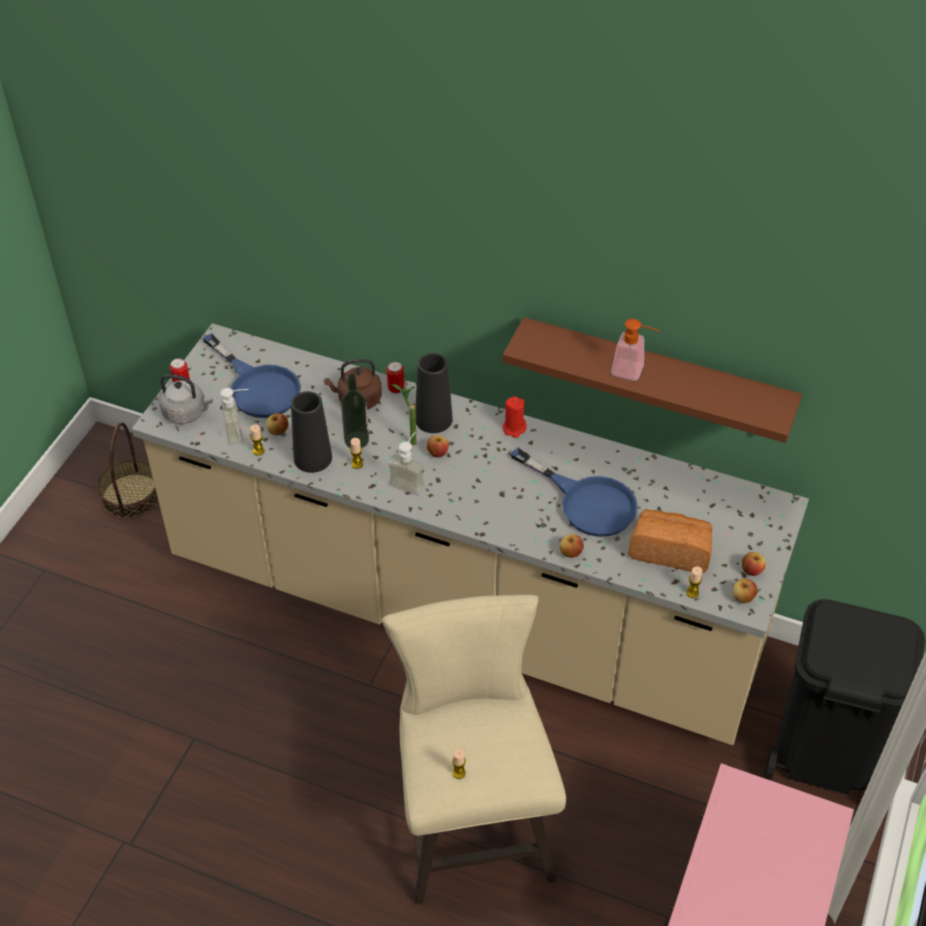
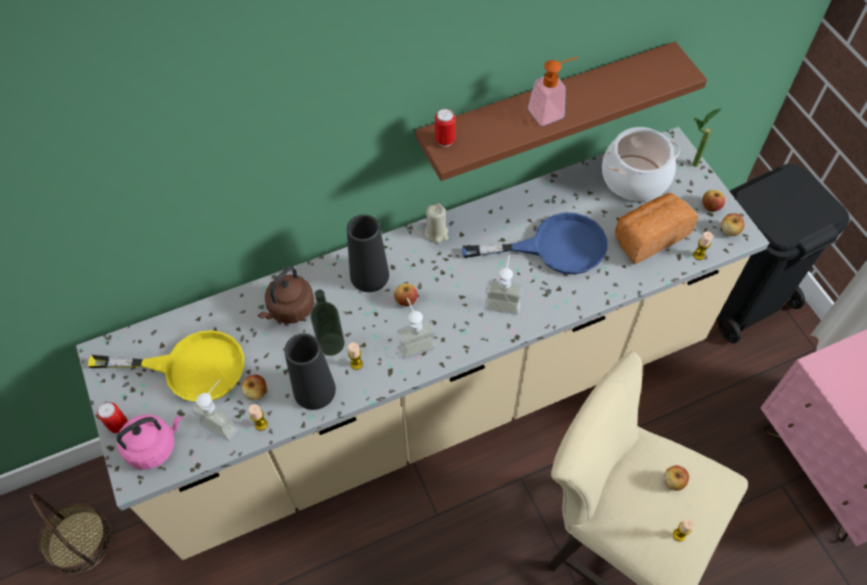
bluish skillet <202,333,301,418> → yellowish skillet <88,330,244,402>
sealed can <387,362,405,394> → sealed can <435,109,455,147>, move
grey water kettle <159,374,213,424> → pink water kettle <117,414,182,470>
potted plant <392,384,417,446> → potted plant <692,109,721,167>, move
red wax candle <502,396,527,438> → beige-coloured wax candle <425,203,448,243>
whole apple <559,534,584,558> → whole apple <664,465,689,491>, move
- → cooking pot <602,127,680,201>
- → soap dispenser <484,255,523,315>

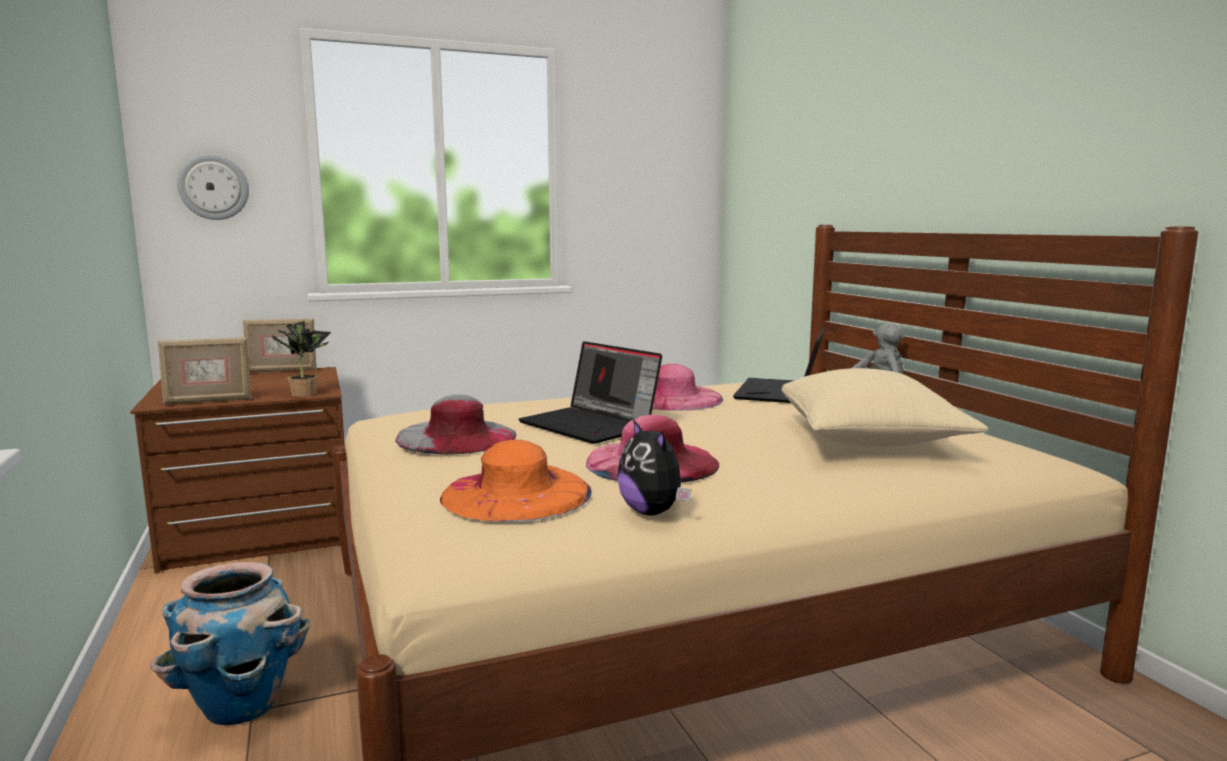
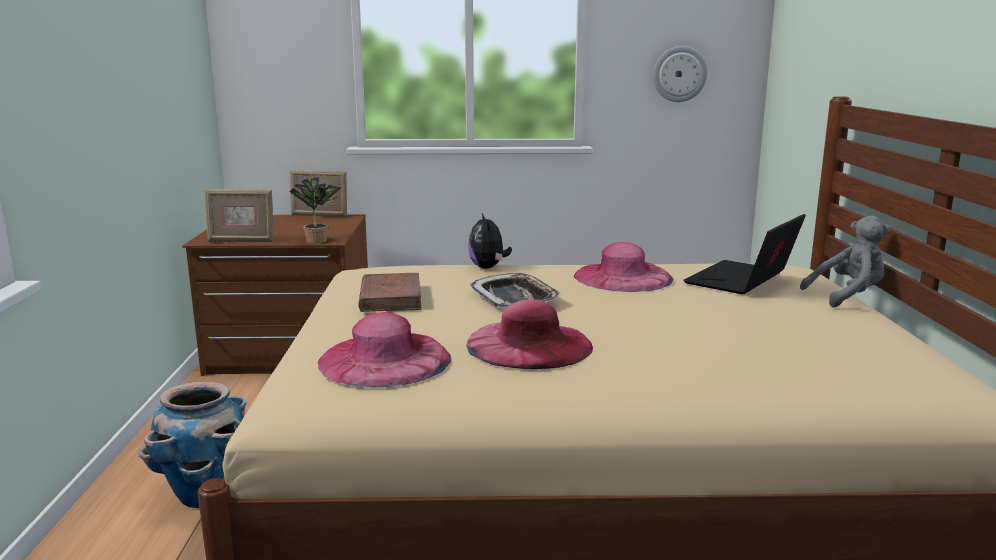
clock on the wall <177,154,249,220> → clock on the wall <653,46,708,102>, move
notebook computer <518,341,662,444> → carrying tray <470,273,561,309>
beige-coloured pillow <782,368,988,447> → -
grey clothing hat <395,394,517,455> → brown volume <358,273,421,312>
soft toy <617,419,691,515> → soft toy <468,213,512,269>, move
orange clothing hat <440,440,592,522> → pink clothing hat <318,312,451,387>

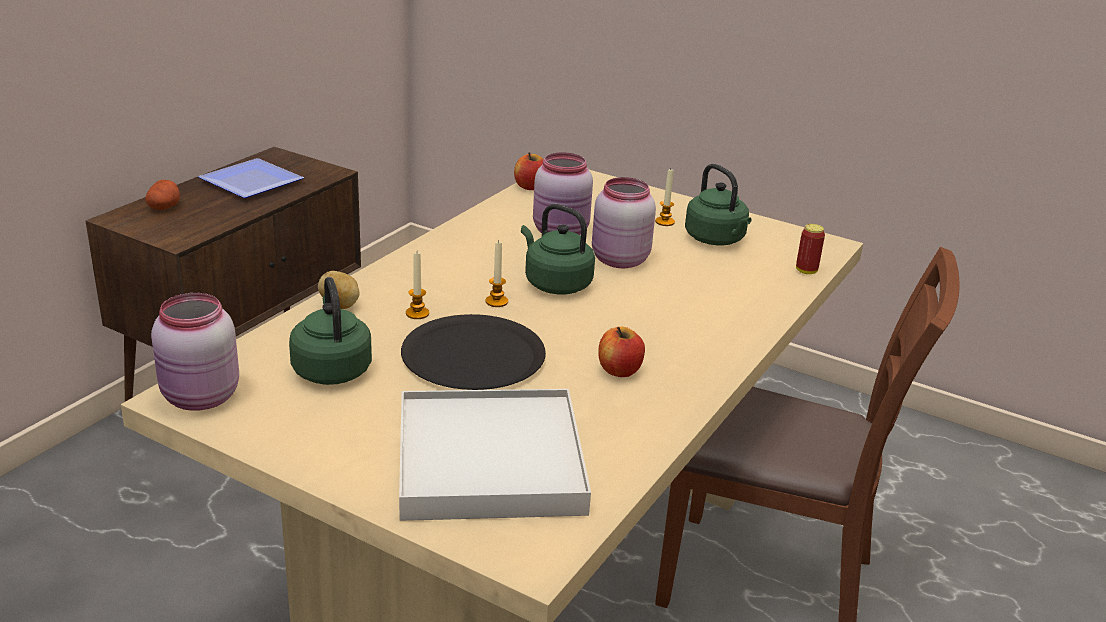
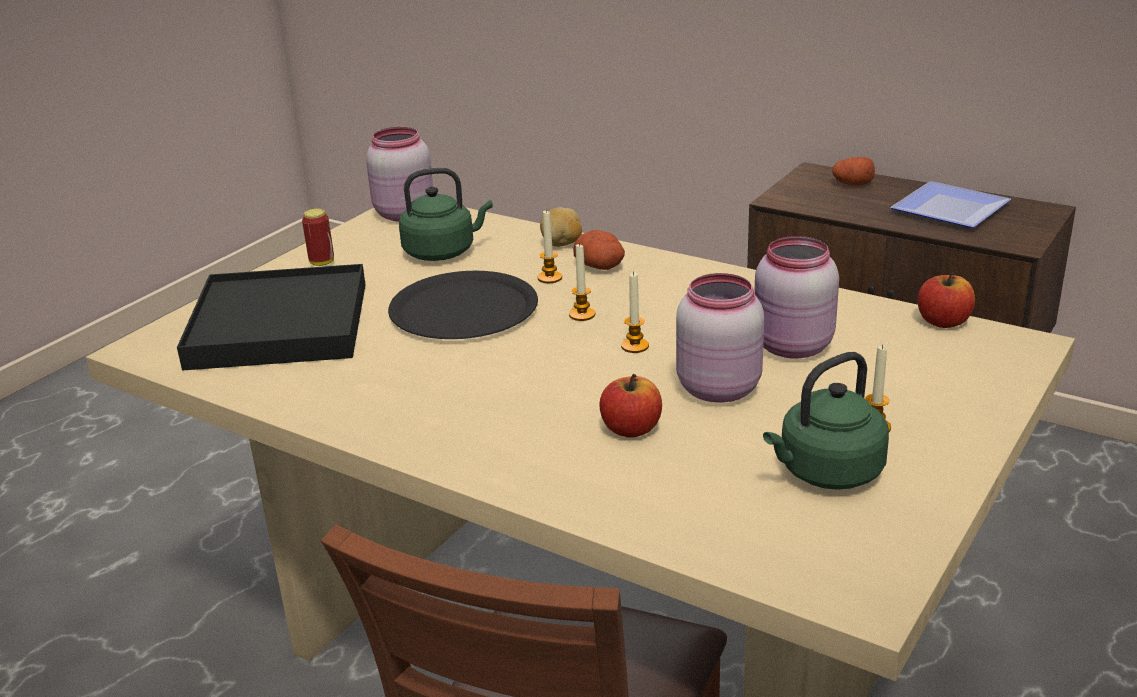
green-coloured water kettle <521,204,595,294> → wax candle <621,271,649,353>
sealed can <796,224,825,274> → sealed can <302,209,334,266>, move
whole apple <598,327,645,377> → whole apple <599,374,662,438>, move
whitish carrying tray <399,389,591,521> → black carrying tray <177,264,366,370>
- → spud <573,230,625,270>

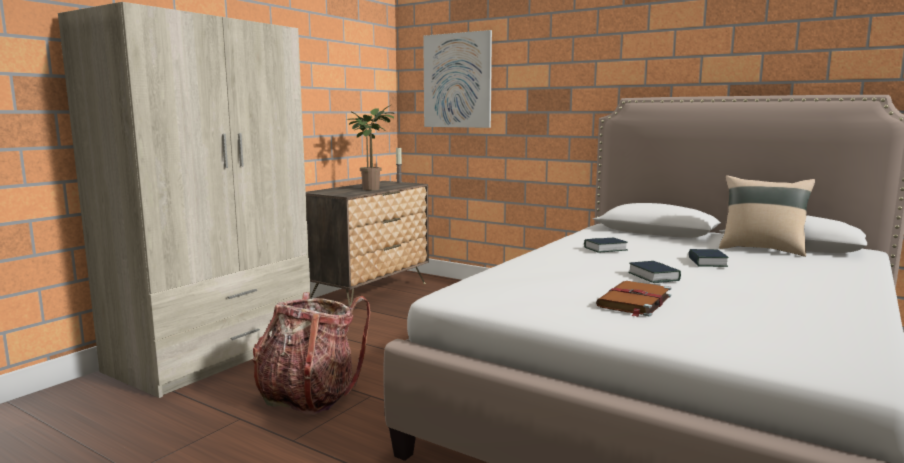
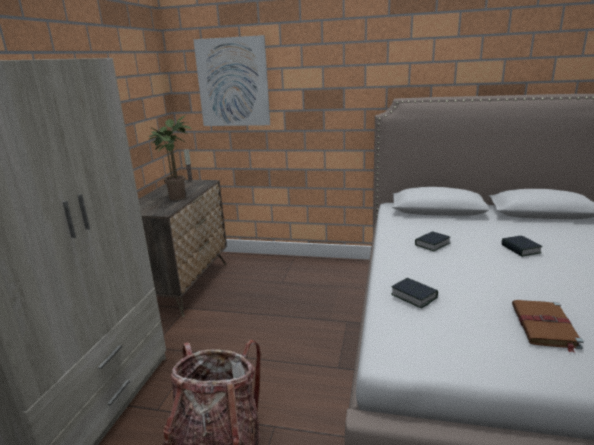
beige-coloured pillow <719,175,815,257> → -
volume <628,261,681,283> → volume <391,278,438,308>, move

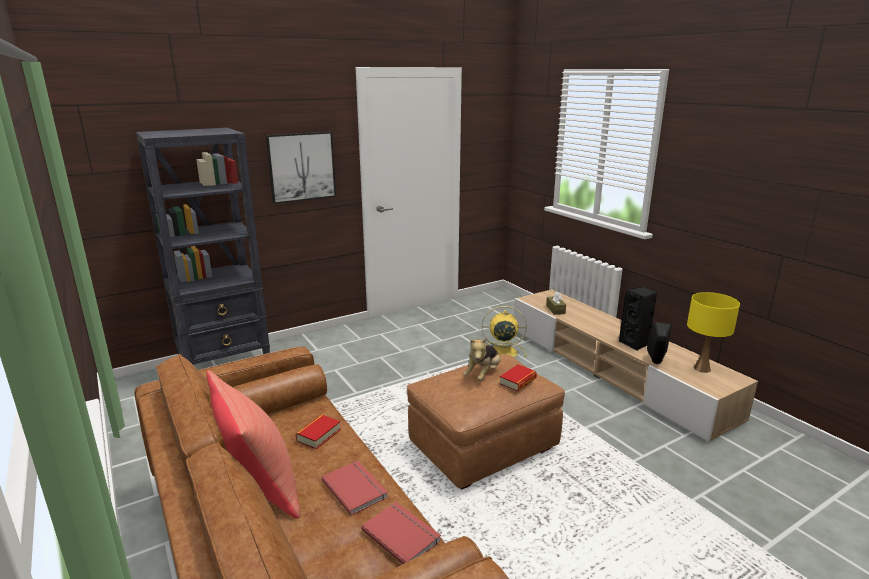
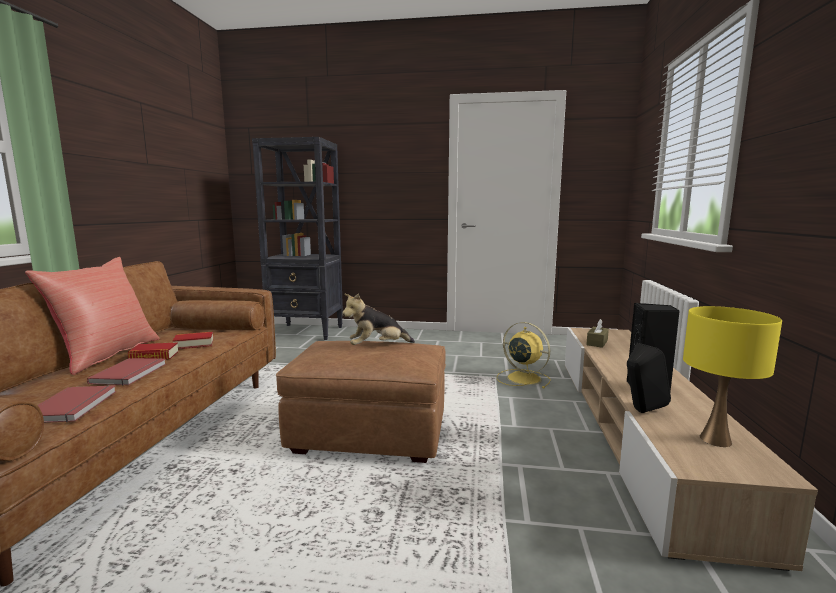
wall picture <266,132,336,204> → -
volume <499,365,537,391> → volume <127,342,179,360>, move

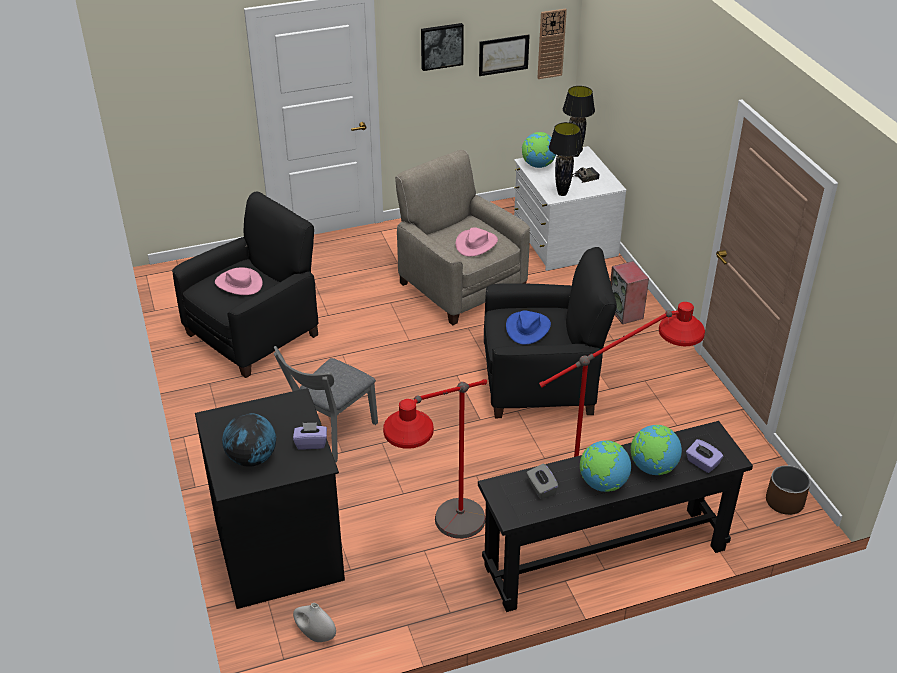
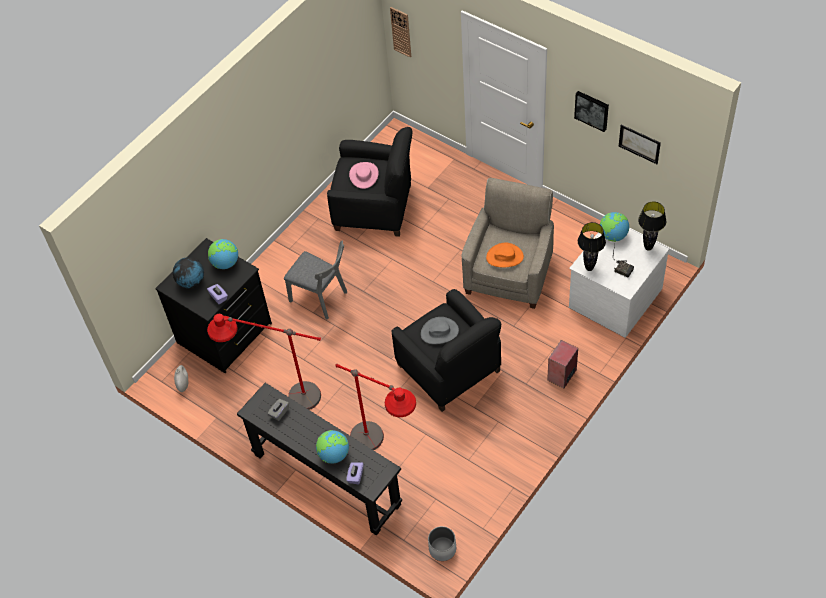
clock on the wall <537,9,567,79> → clock on the wall <390,7,411,58>, move
pink clothing hat <455,227,498,256> → orange clothing hat <486,243,524,267>
bluish clothing hat <506,310,551,345> → grey clothing hat <421,317,459,344>
grey plain chair <274,346,378,462> → grey plain chair <284,241,347,320>, 150 degrees counterclockwise
world globe <580,440,631,492> → world globe <208,239,238,269>, move
brown planter <766,465,811,515> → whitish planter <428,526,456,561>

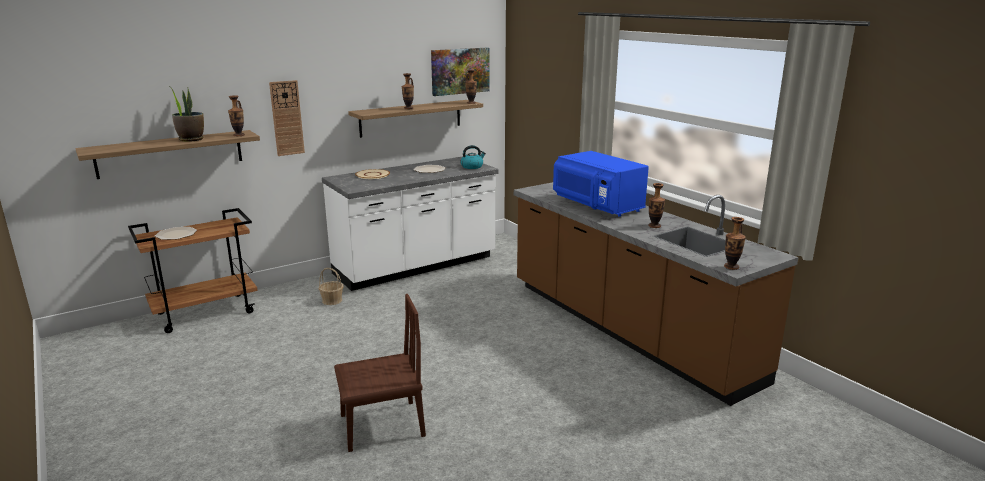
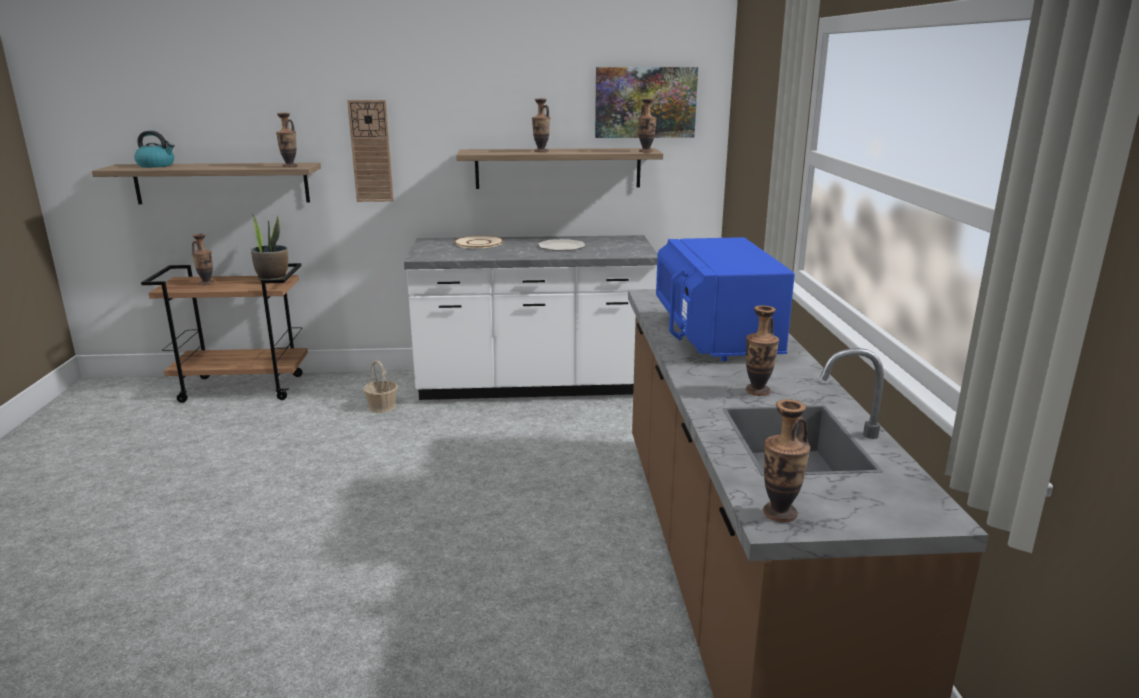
potted plant <168,85,204,142> → potted plant <251,214,288,281>, move
water kettle <460,145,486,169> → water kettle <134,131,175,168>, move
flat dish <155,227,197,240> → flower vase <192,234,214,285>
brown plain chair <334,294,426,452> → -

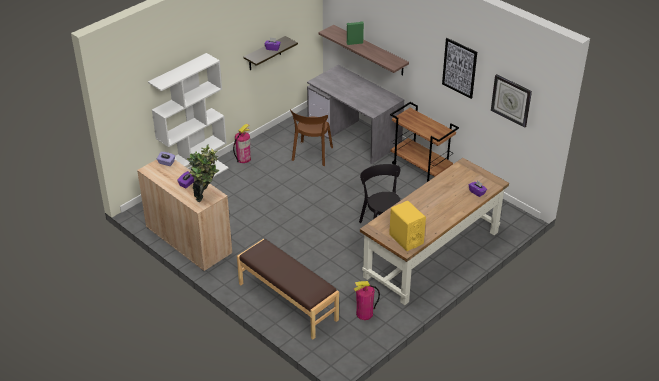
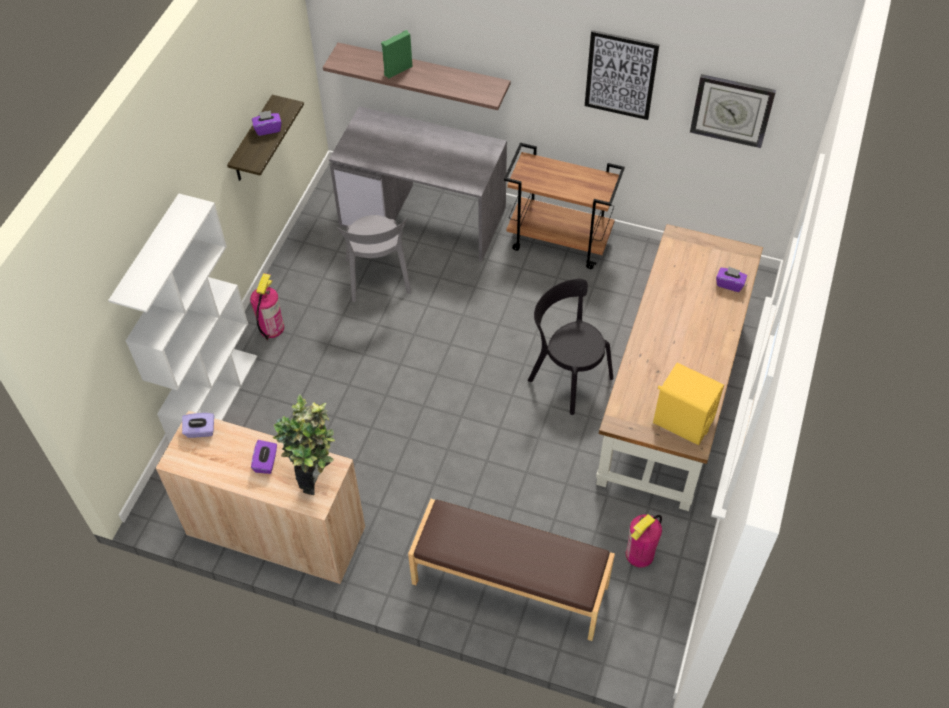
brown plain chair <290,109,333,166> → grey plain chair <337,215,411,302>

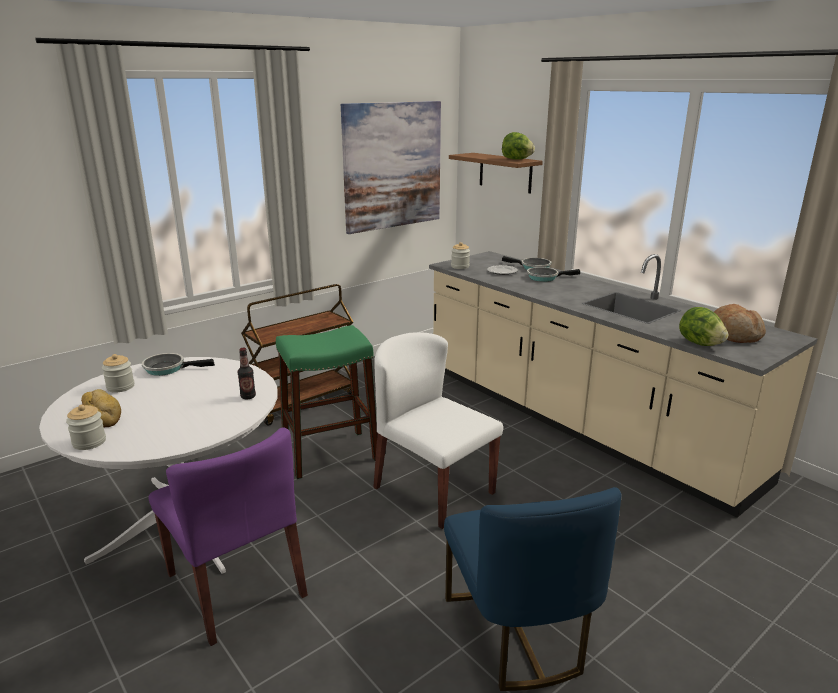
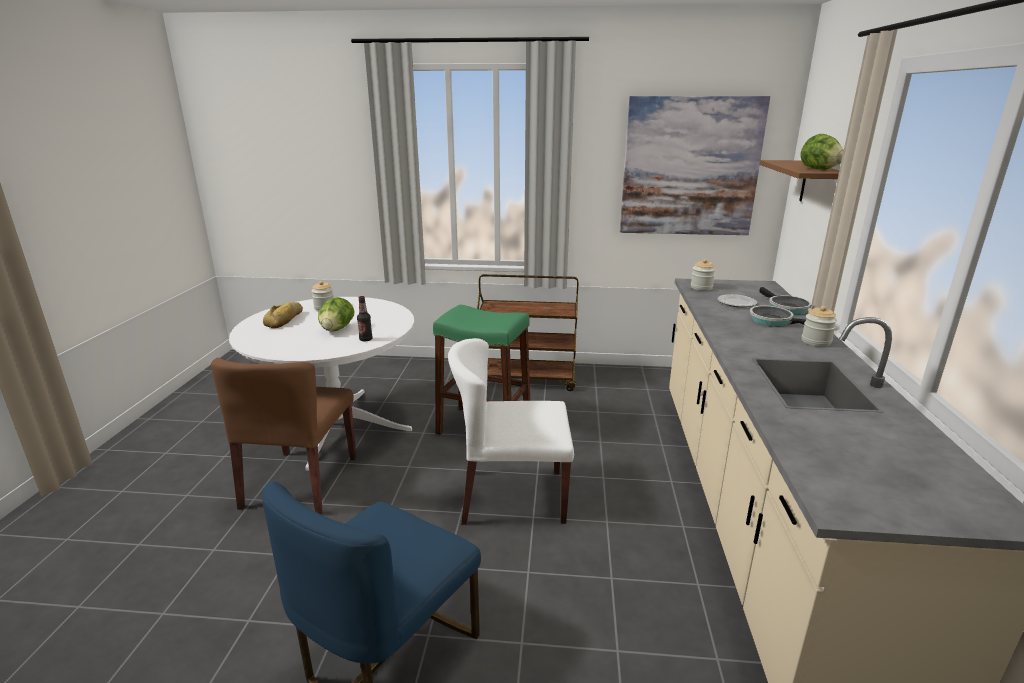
baked bread <714,304,766,343> → -
lettuce head <679,307,728,346> → lettuce head <318,297,355,332>, move
whitish plain chair <373,332,503,529> → whitish plain chair <448,338,574,525>, 90 degrees counterclockwise
skillet <142,353,215,376> → -
preserve jar <66,405,106,450> → preserve jar <802,306,837,346>, move
purplish plain chair <149,427,308,646> → brown plain chair <211,358,356,514>

